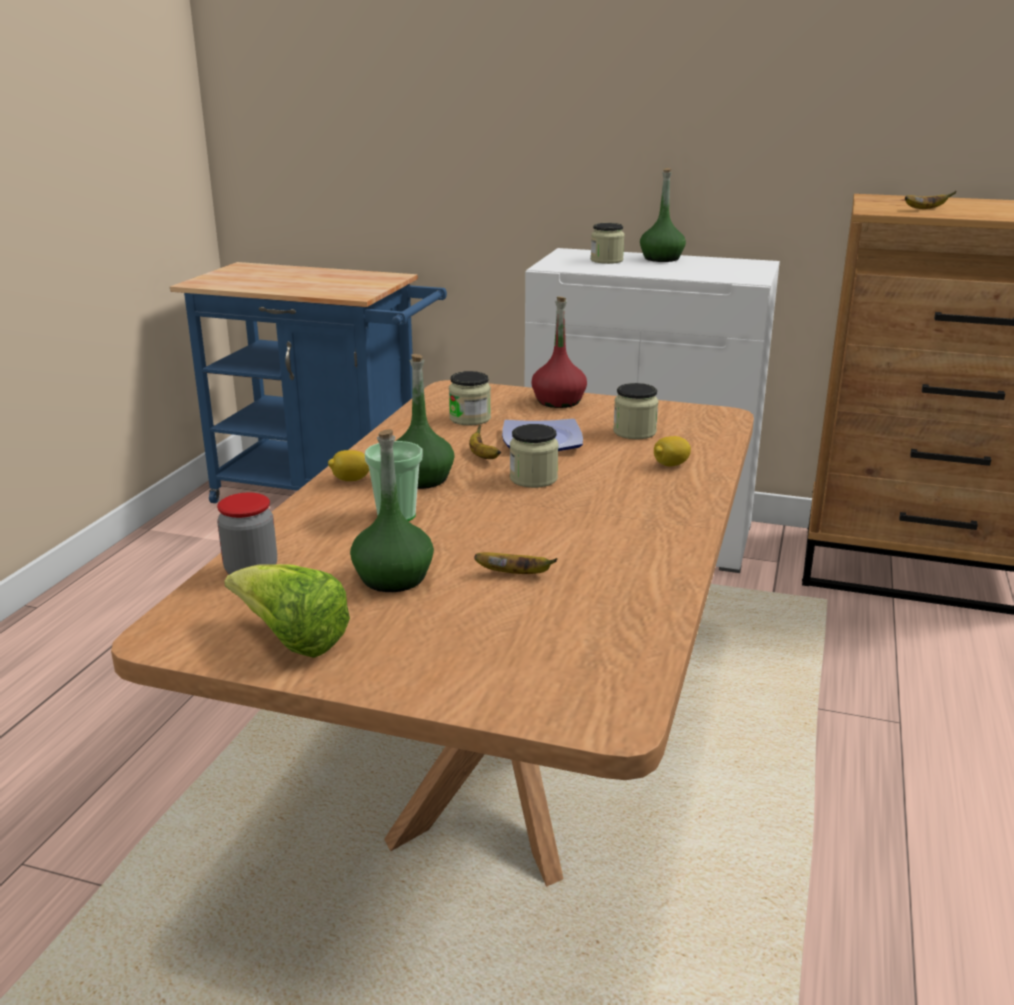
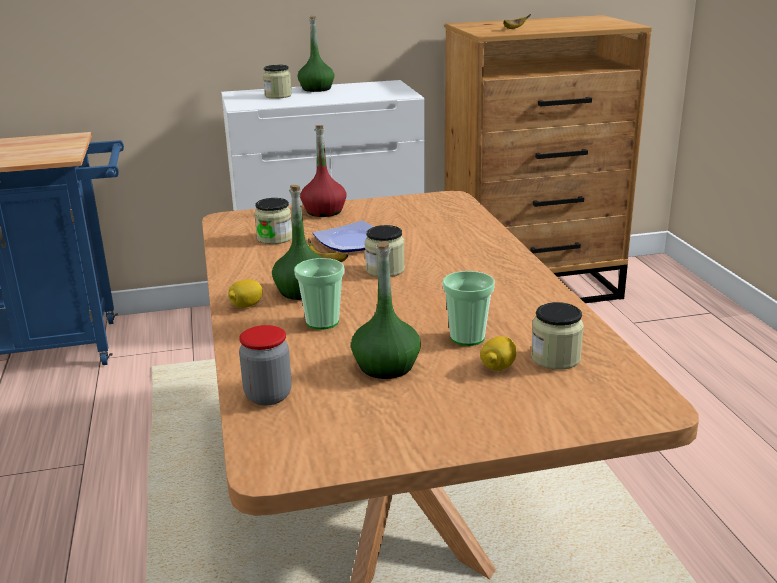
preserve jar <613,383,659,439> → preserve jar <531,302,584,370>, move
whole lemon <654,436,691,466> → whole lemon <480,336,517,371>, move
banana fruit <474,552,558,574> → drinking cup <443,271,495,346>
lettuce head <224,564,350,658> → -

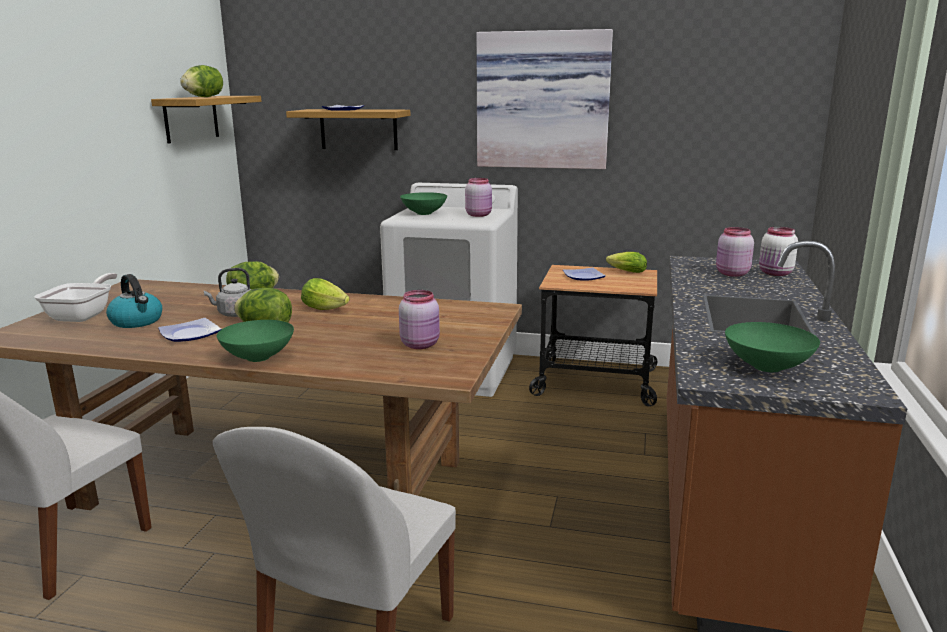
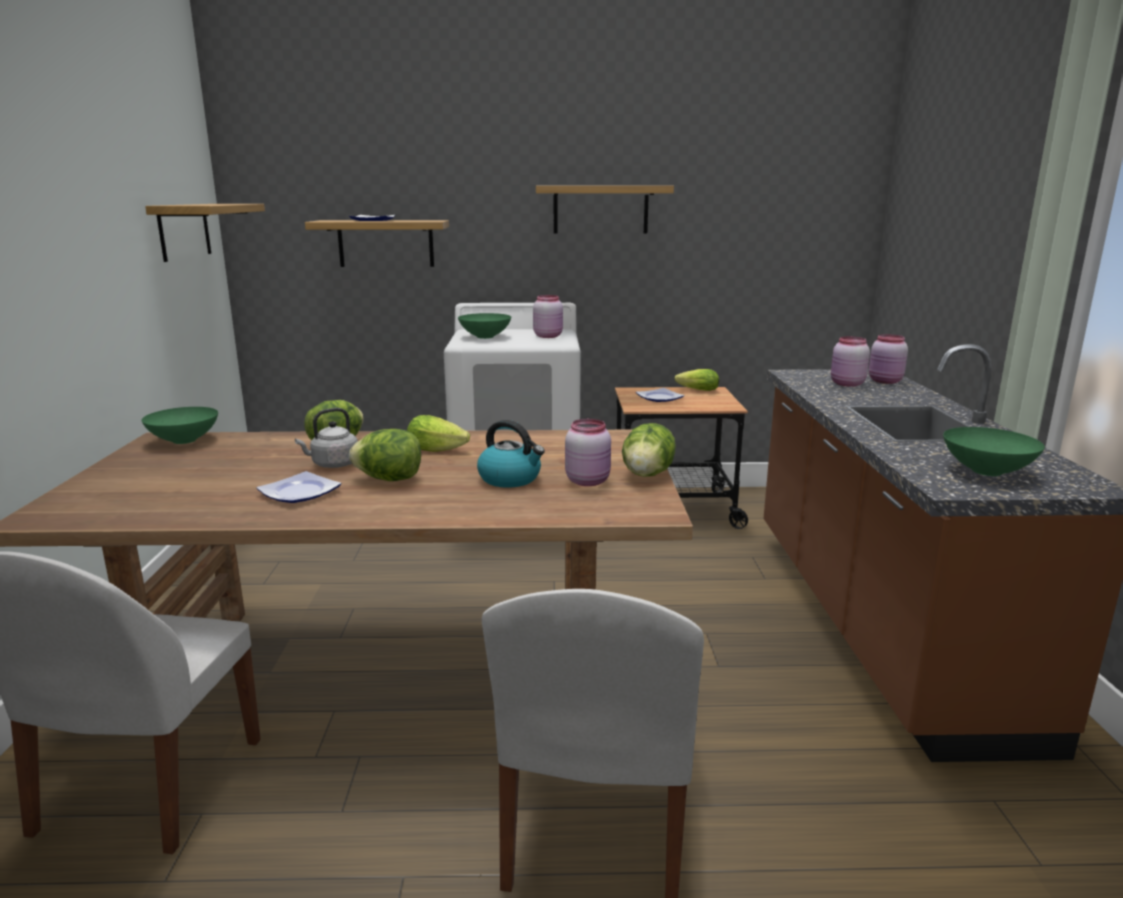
wall picture <476,29,613,169> → wall shelf <536,185,674,234>
lettuce head <180,65,223,97> → lettuce head <622,423,676,477>, move
whitish preserve jar <759,227,798,276> → pink preserve jar <869,334,908,384>
skillet <34,273,117,322> → -
water kettle <106,274,162,328> → water kettle <477,420,545,488>, move
green-coloured bowl <217,320,294,362> → green-coloured bowl <141,407,218,444>, move

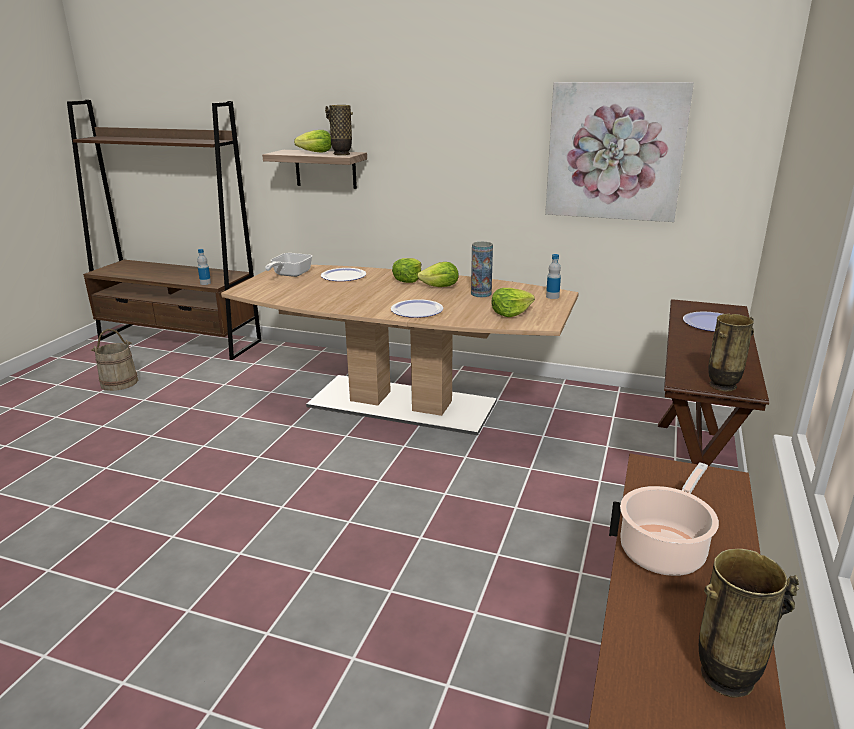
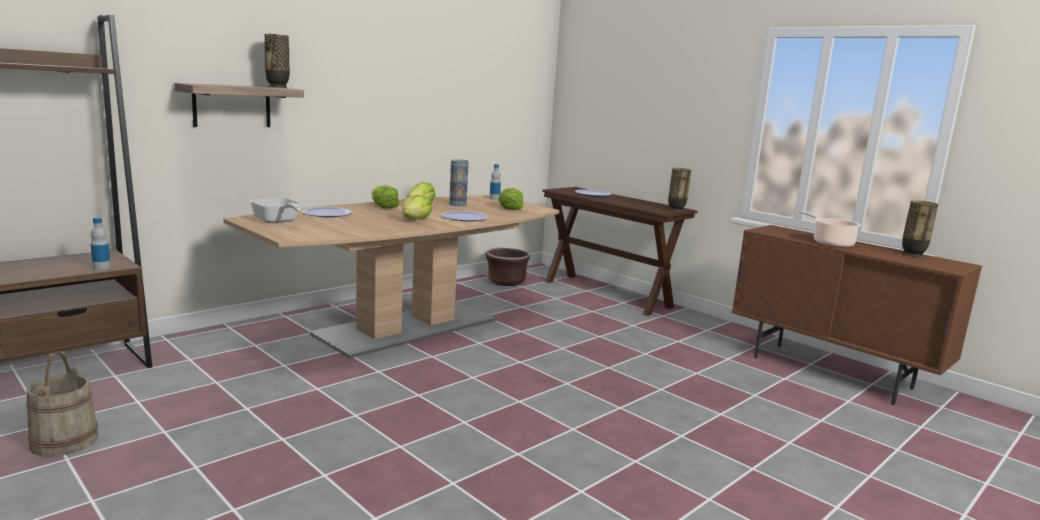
wall picture <545,82,694,222> → -
lettuce head <294,130,331,153> → lettuce head <402,195,432,219>, move
- → brown planter <485,248,530,286>

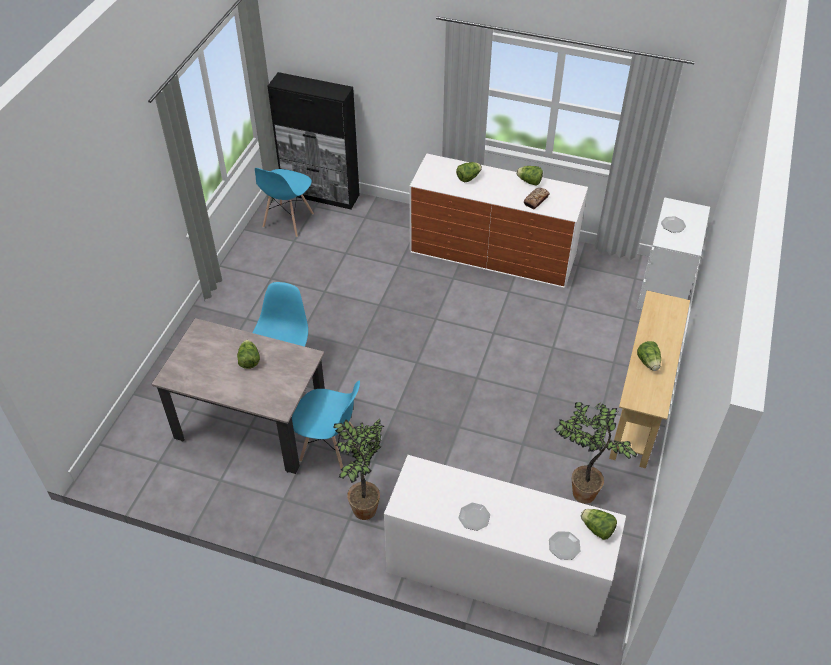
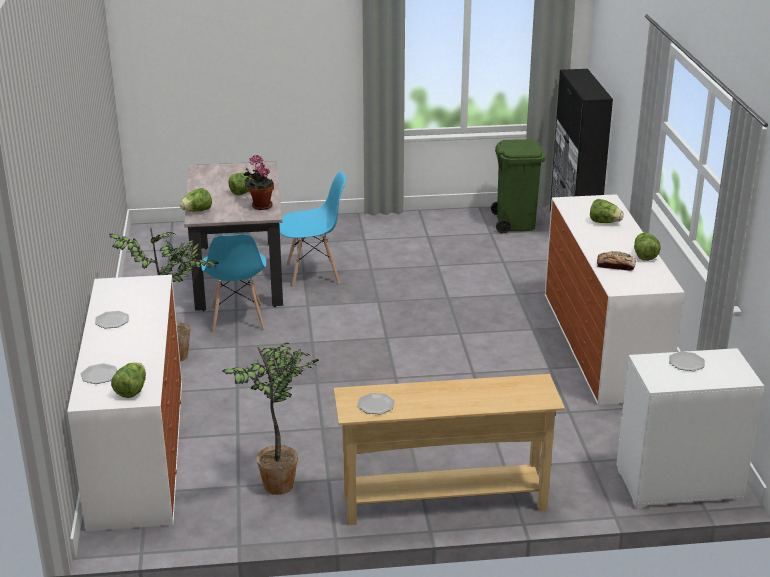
bluish plain chair <255,168,314,237> → green-coloured waste bin <491,139,545,233>
lettuce head <637,341,661,371> → lettuce head <179,188,212,212>, move
- → potted plant <244,155,274,210>
- → flat dish <357,393,395,414>

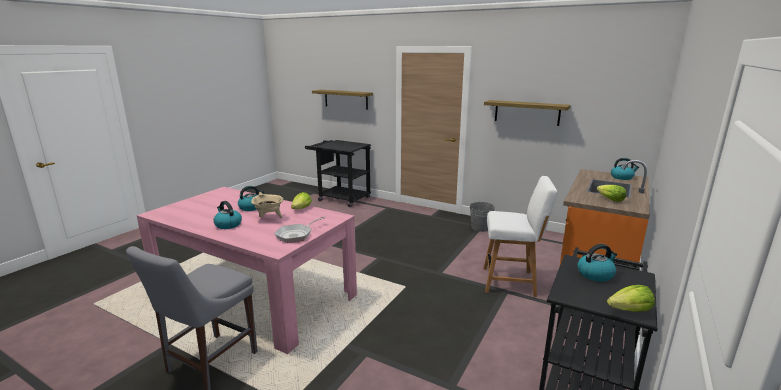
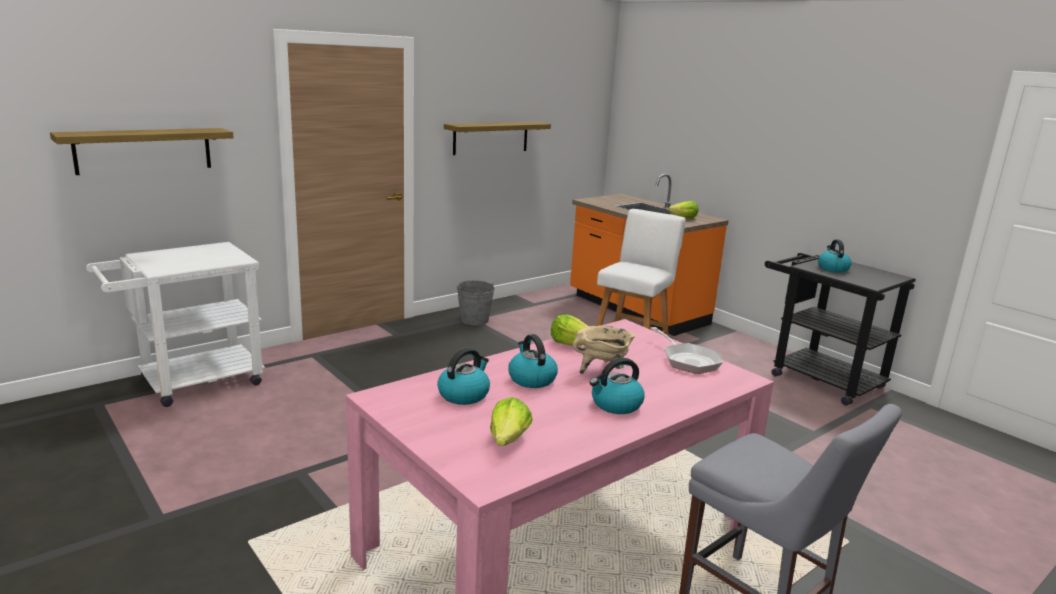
black trolley <305,140,371,207> → whitish trolley <86,242,265,407>
water kettle <611,158,639,180> → water kettle <437,348,490,405>, move
lettuce head <607,285,655,312> → lettuce head <490,397,533,446>, move

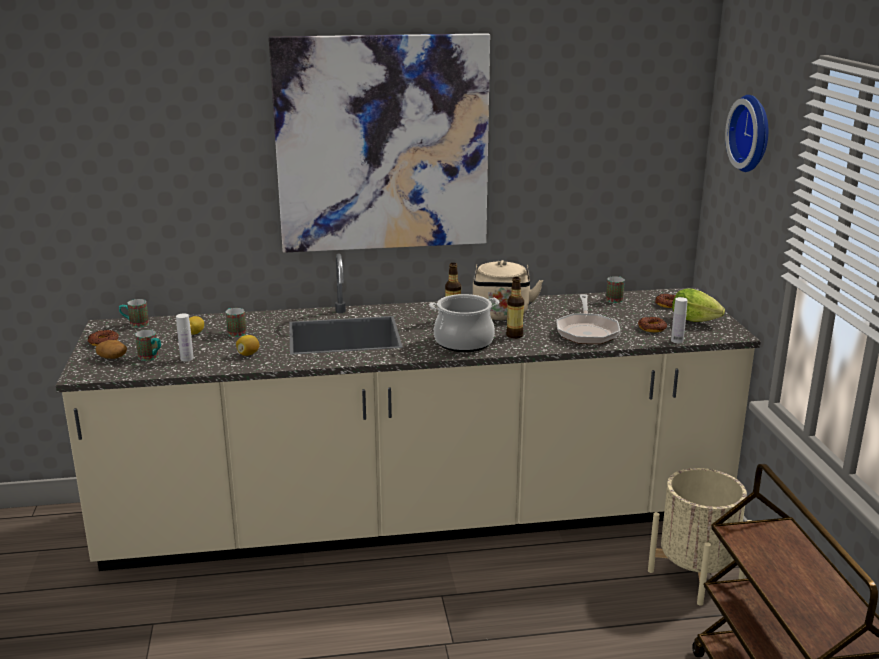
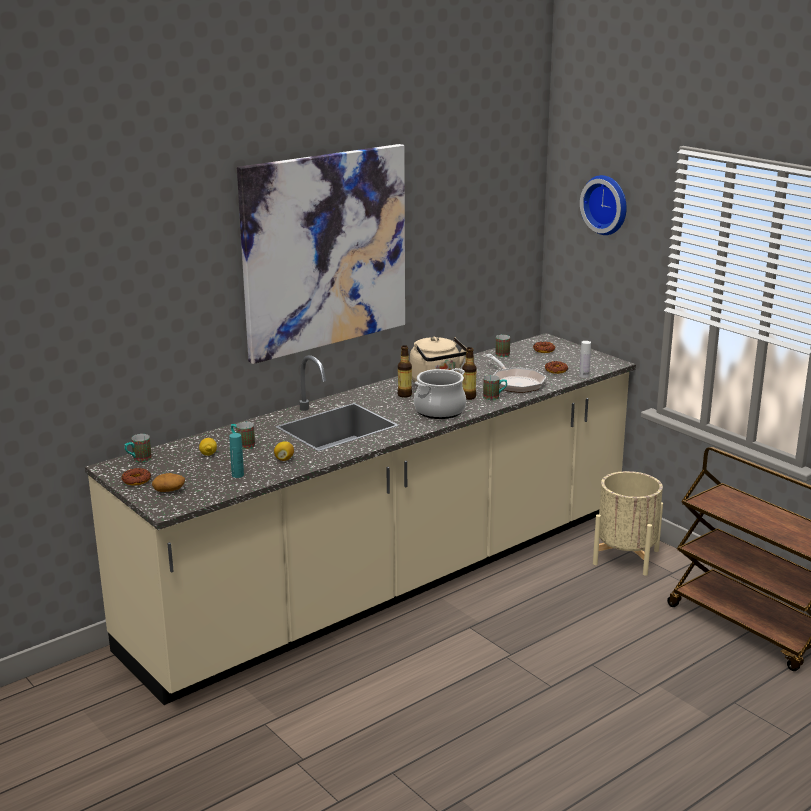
lettuce head <672,288,725,322> → -
whitish drink bottle <176,313,194,362> → turquoise drink bottle <229,433,244,478>
tea mug <135,330,161,361> → tea mug <483,375,507,400>, move

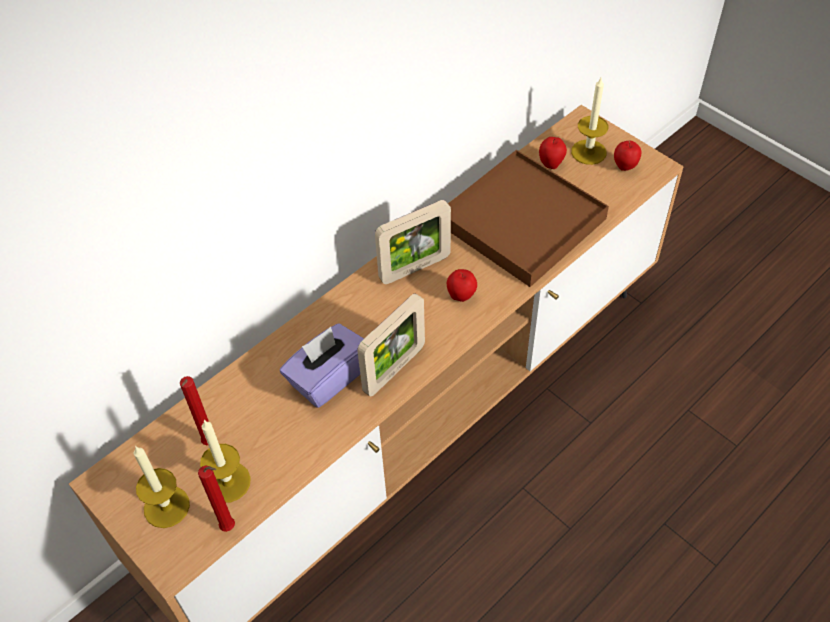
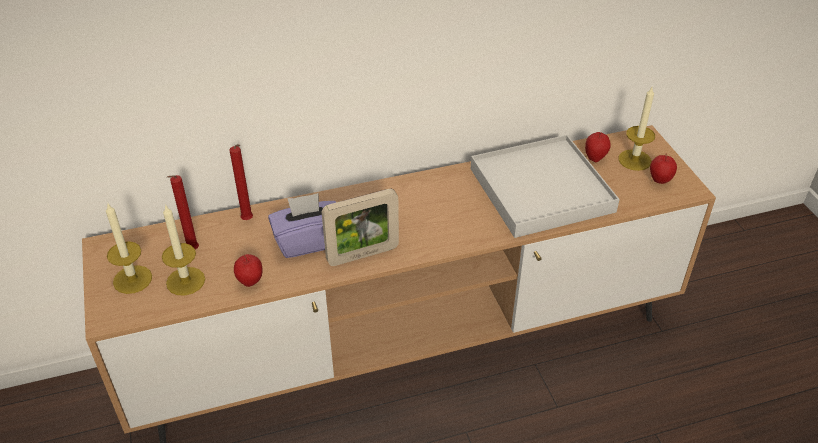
brown carrying tray <448,150,609,287> → whitish carrying tray <471,135,620,238>
picture frame <375,200,451,284> → -
whole apple <447,269,477,302> → whole apple <234,254,262,287>, move
red wax candle <198,465,235,532> → red wax candle <230,144,253,220>, move

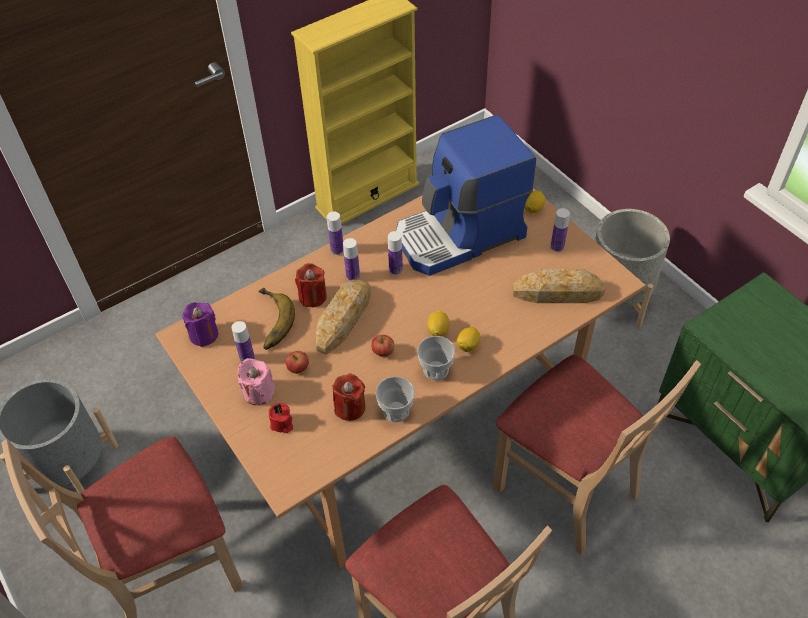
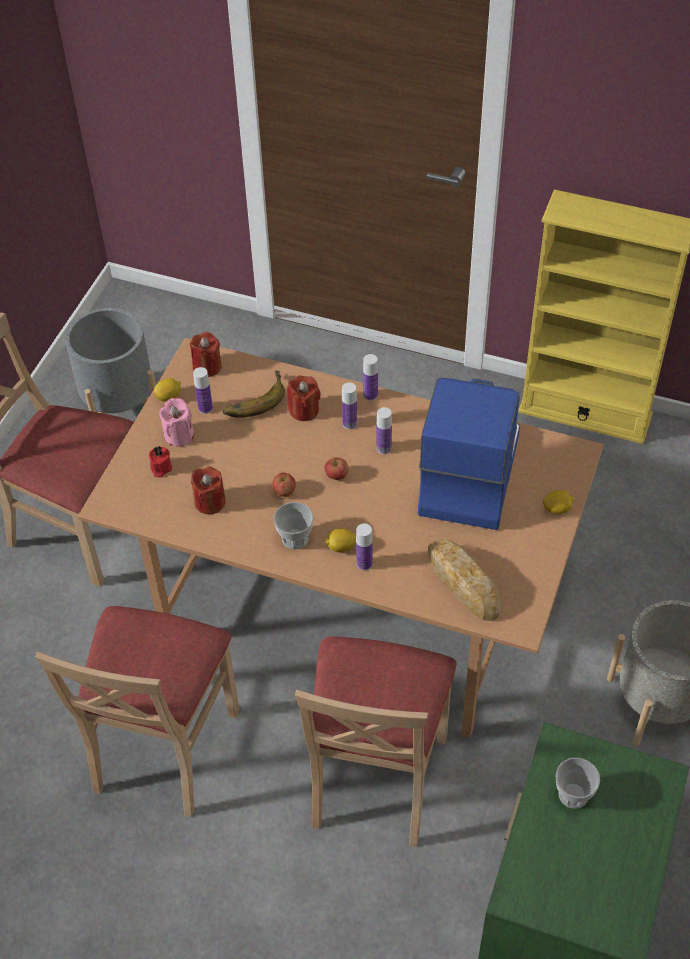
coffee machine <396,115,536,276> → coffee machine <418,378,520,530>, 75 degrees clockwise
drink bottle <551,208,570,252> → drink bottle <356,523,373,571>, move
baked bread <316,279,371,354> → -
purplish wax candle <182,303,218,347> → red wax candle <190,332,221,377>
whole lemon <427,310,450,336> → whole lemon <154,378,181,402>, move
whole apple <286,351,309,374> → whole apple <325,458,349,480>, move
drinking cup <375,376,415,422> → drinking cup <555,758,600,809>, move

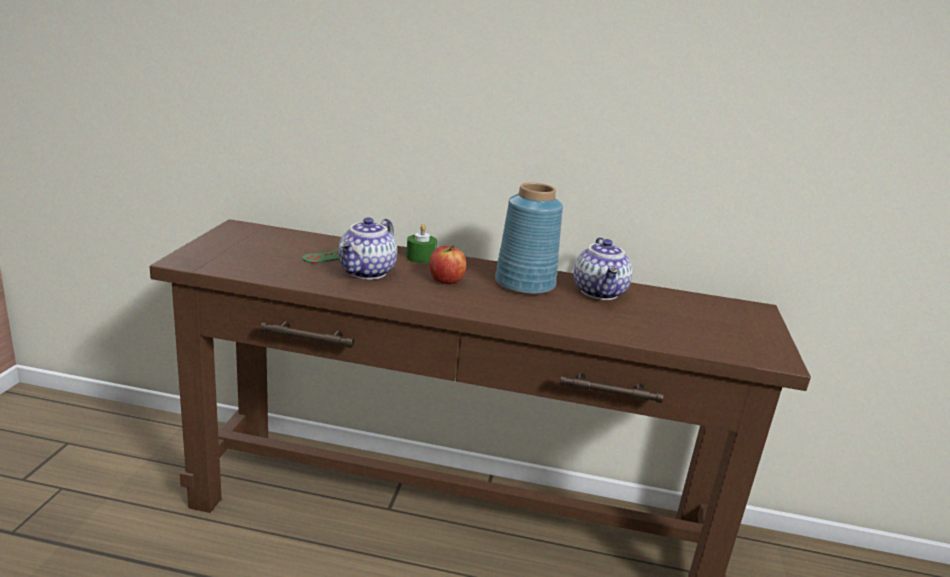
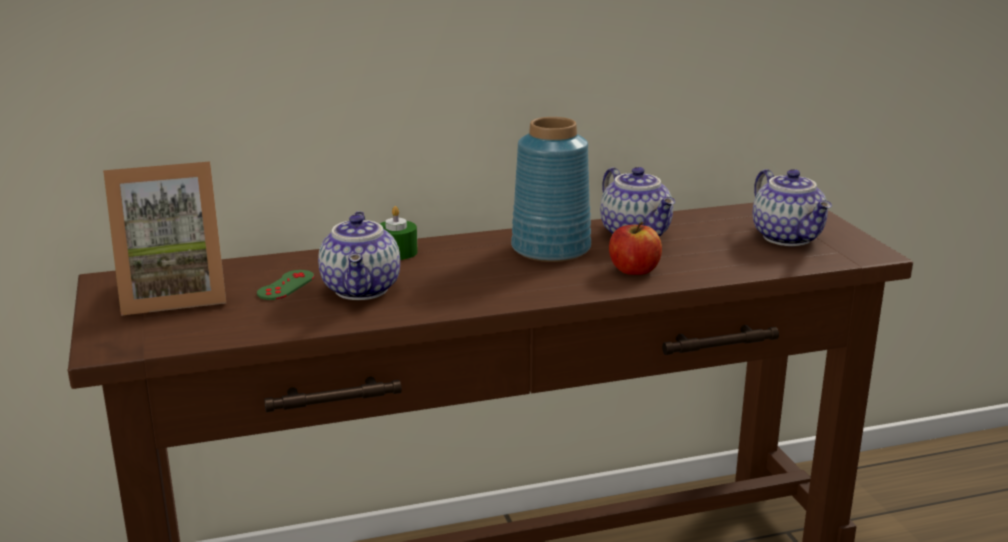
whole apple <429,245,467,284> → whole apple <609,222,662,275>, move
- → picture frame <103,161,226,316>
- → tea pot <753,169,832,246>

